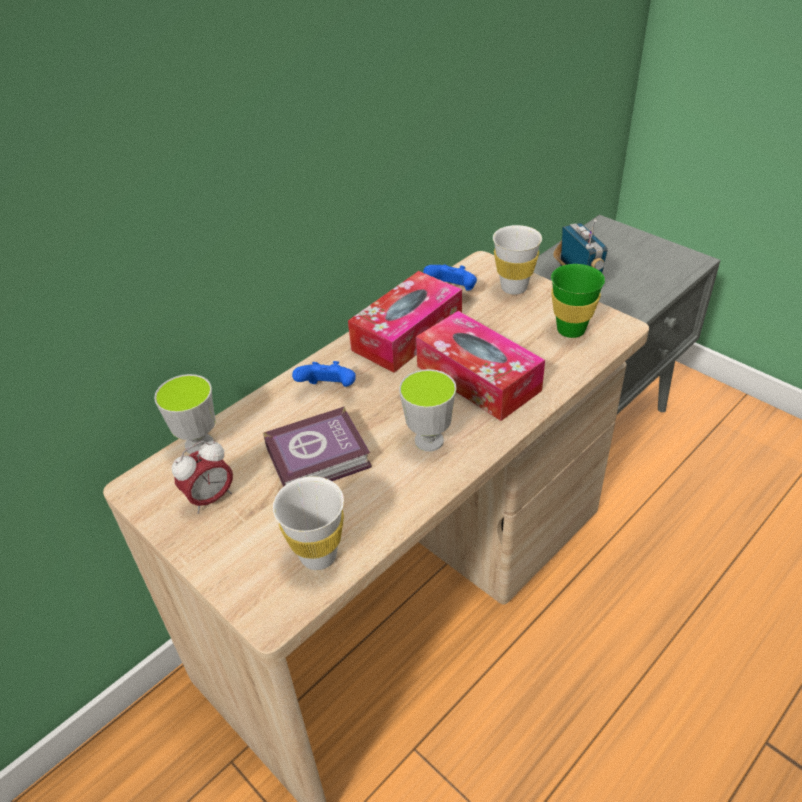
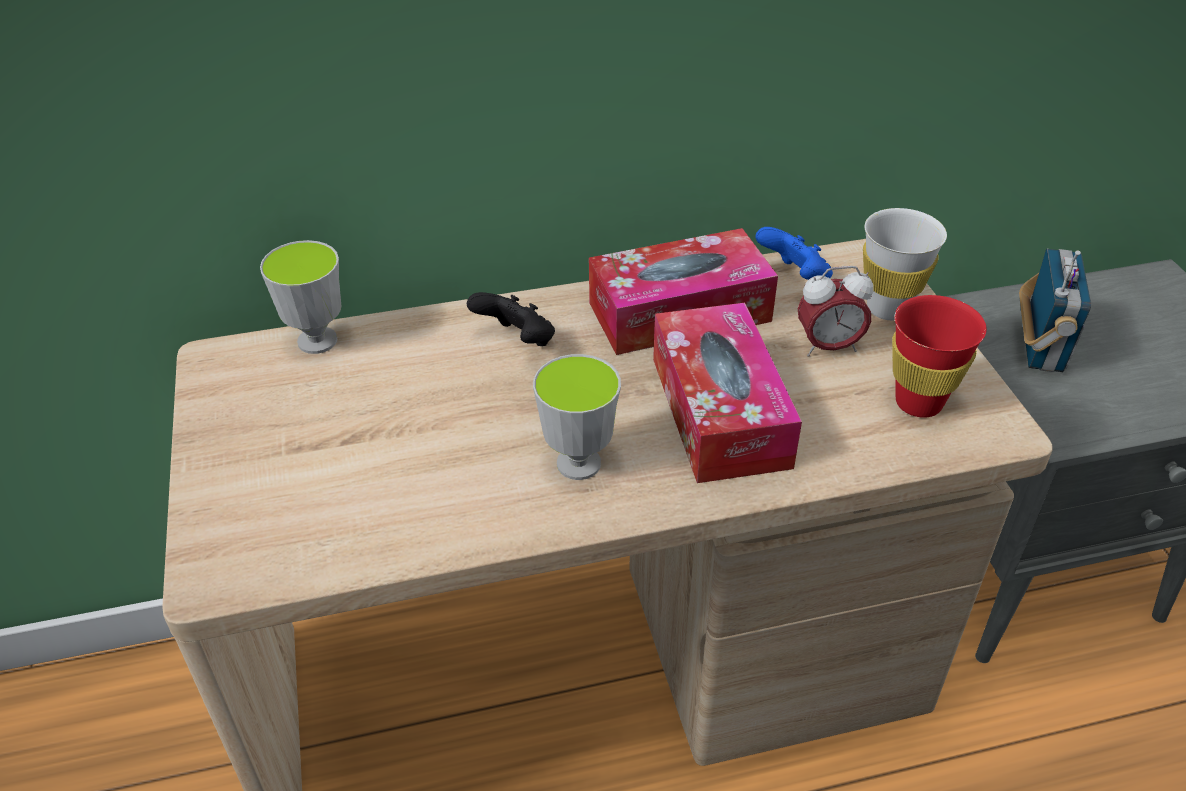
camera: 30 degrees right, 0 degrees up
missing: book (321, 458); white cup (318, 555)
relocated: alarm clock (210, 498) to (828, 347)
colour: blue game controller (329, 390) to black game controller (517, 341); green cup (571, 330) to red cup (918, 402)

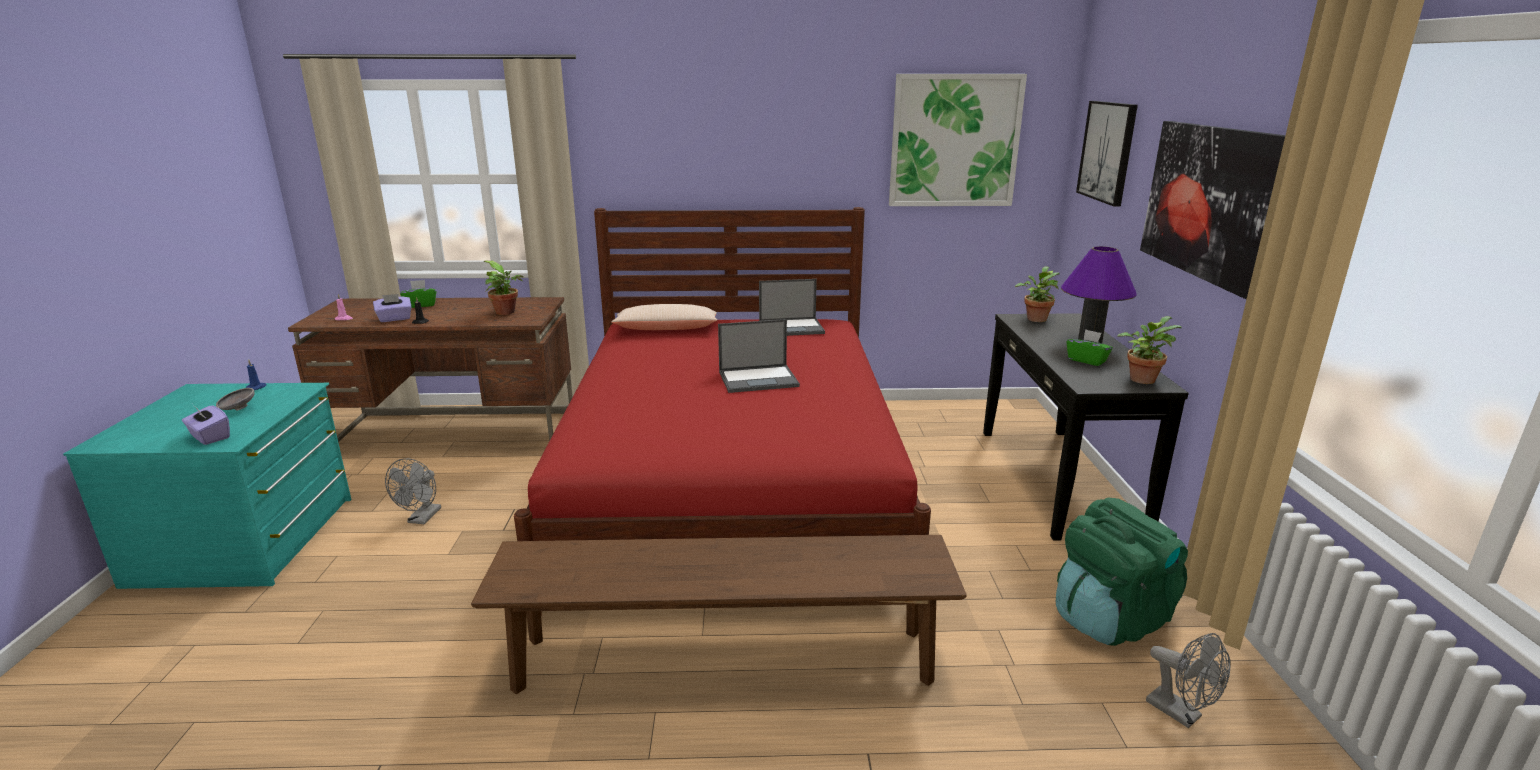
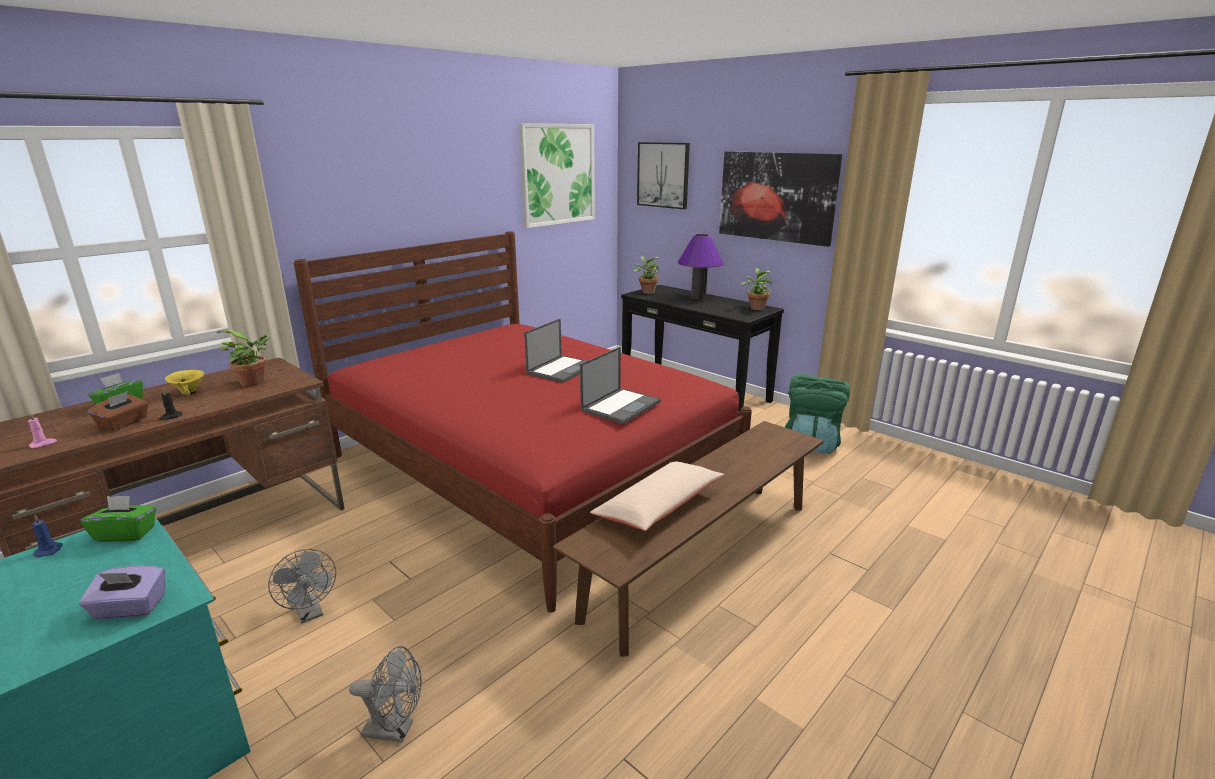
camera: 45 degrees left, 0 degrees up
missing: grey bowl (237, 409)
appeared: yellow bowl (189, 393)
relocated: beige pillow (666, 329) to (659, 506); laptop (792, 327) to (621, 405); green tissue box (1087, 360) to (126, 534); grey fan (1181, 714) to (395, 730)
colour: purple tissue box (395, 319) to brown tissue box (124, 423)

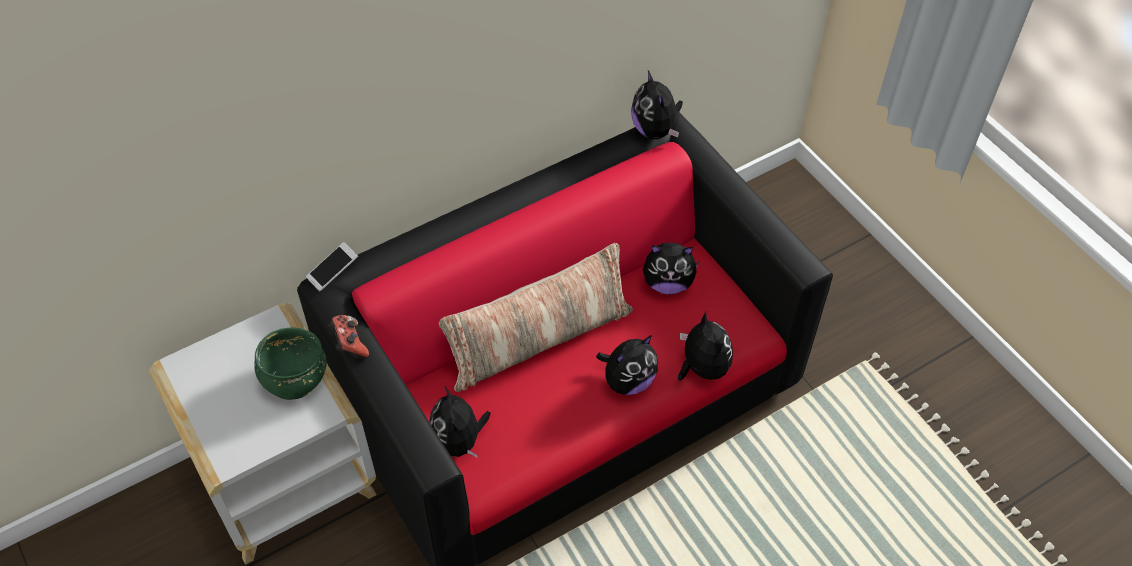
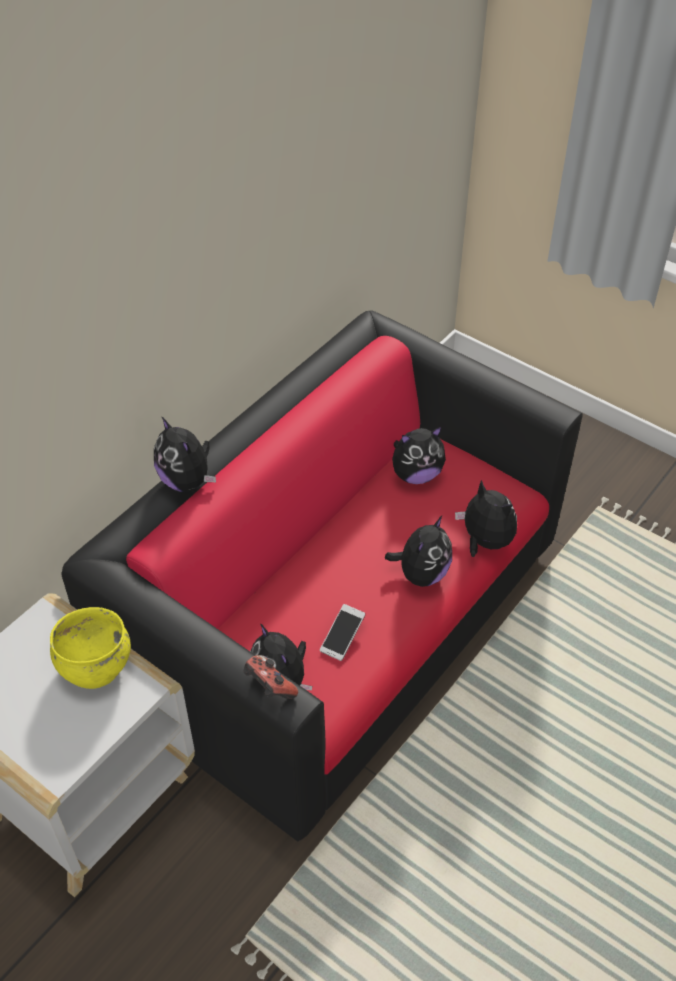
camera: 20 degrees left, 5 degrees down
missing: pillow (539, 340)
relocated: phone (333, 271) to (342, 637); game controller (349, 344) to (269, 687); plush toy (655, 130) to (187, 481)
colour: green bowl (295, 379) to yellow bowl (96, 666)

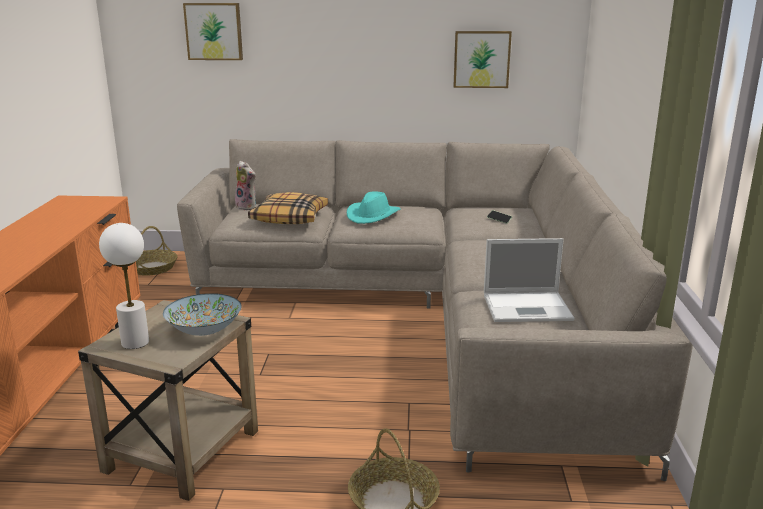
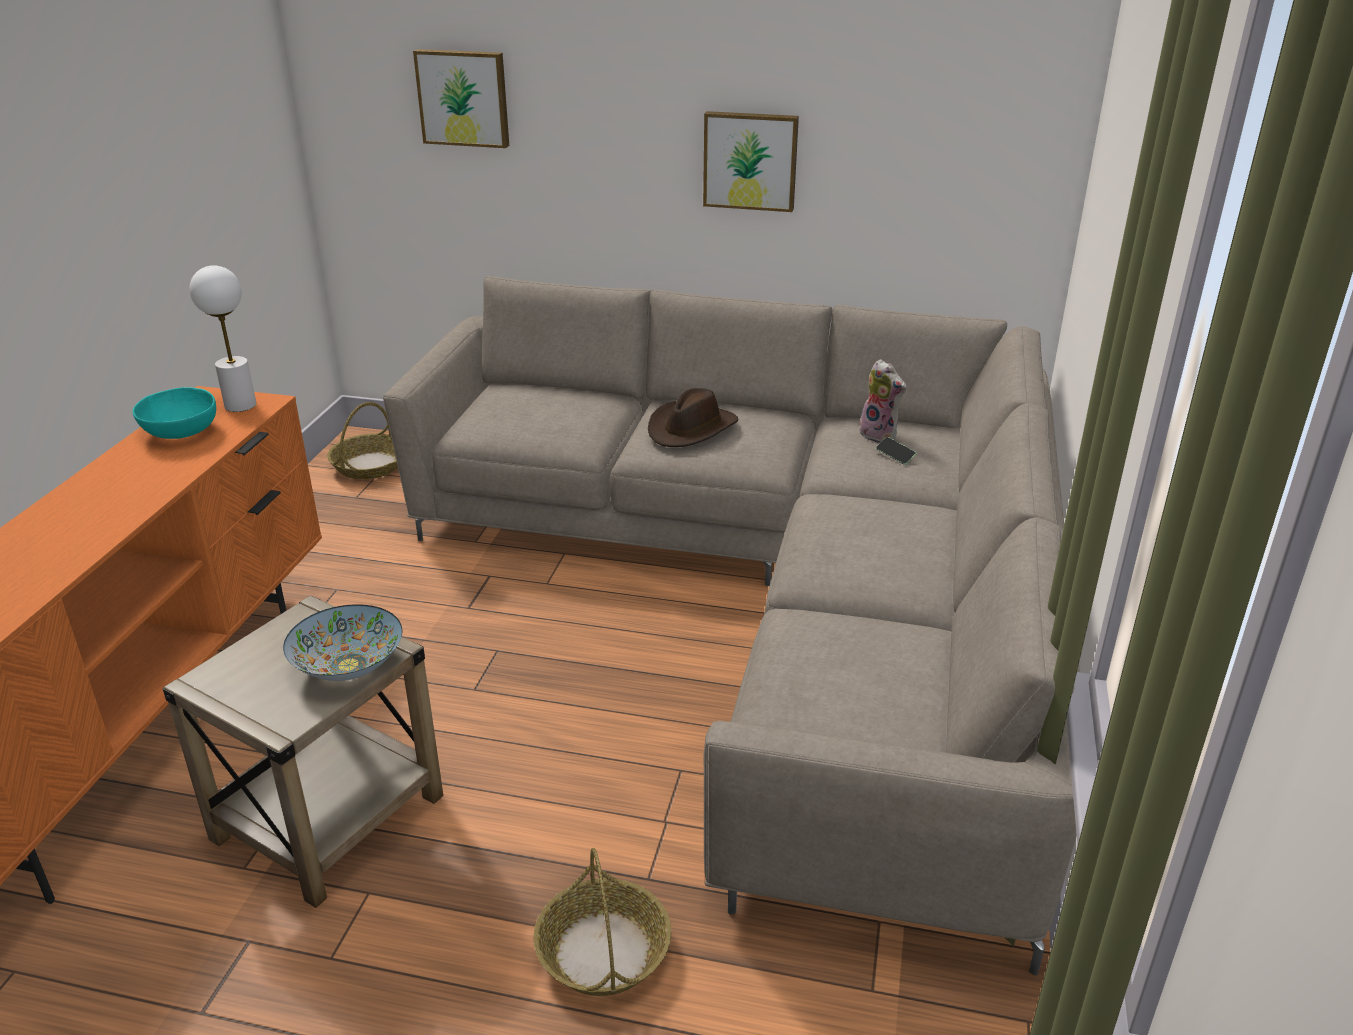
camera: 10 degrees right, 10 degrees up
missing: pillow (290, 218); laptop (528, 307)
appeared: turquoise bowl (179, 431)
relocated: white table lamp (135, 342) to (240, 405); plush toy (248, 207) to (880, 435); picture (481, 59) to (750, 160)
colour: turquoise hat (373, 215) to brown hat (692, 429)

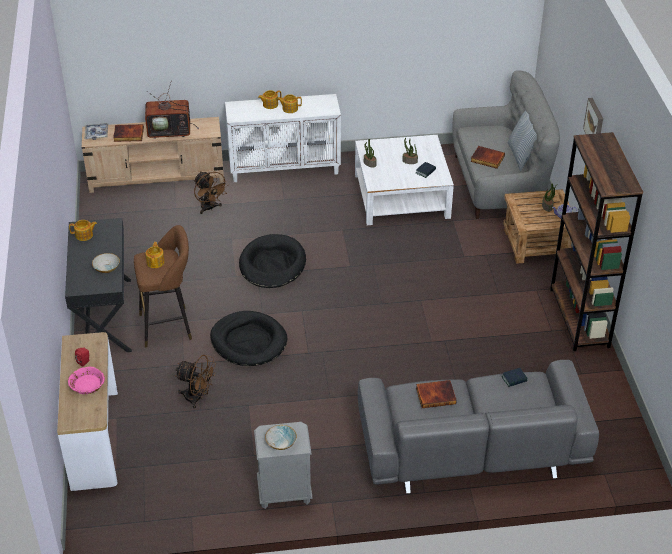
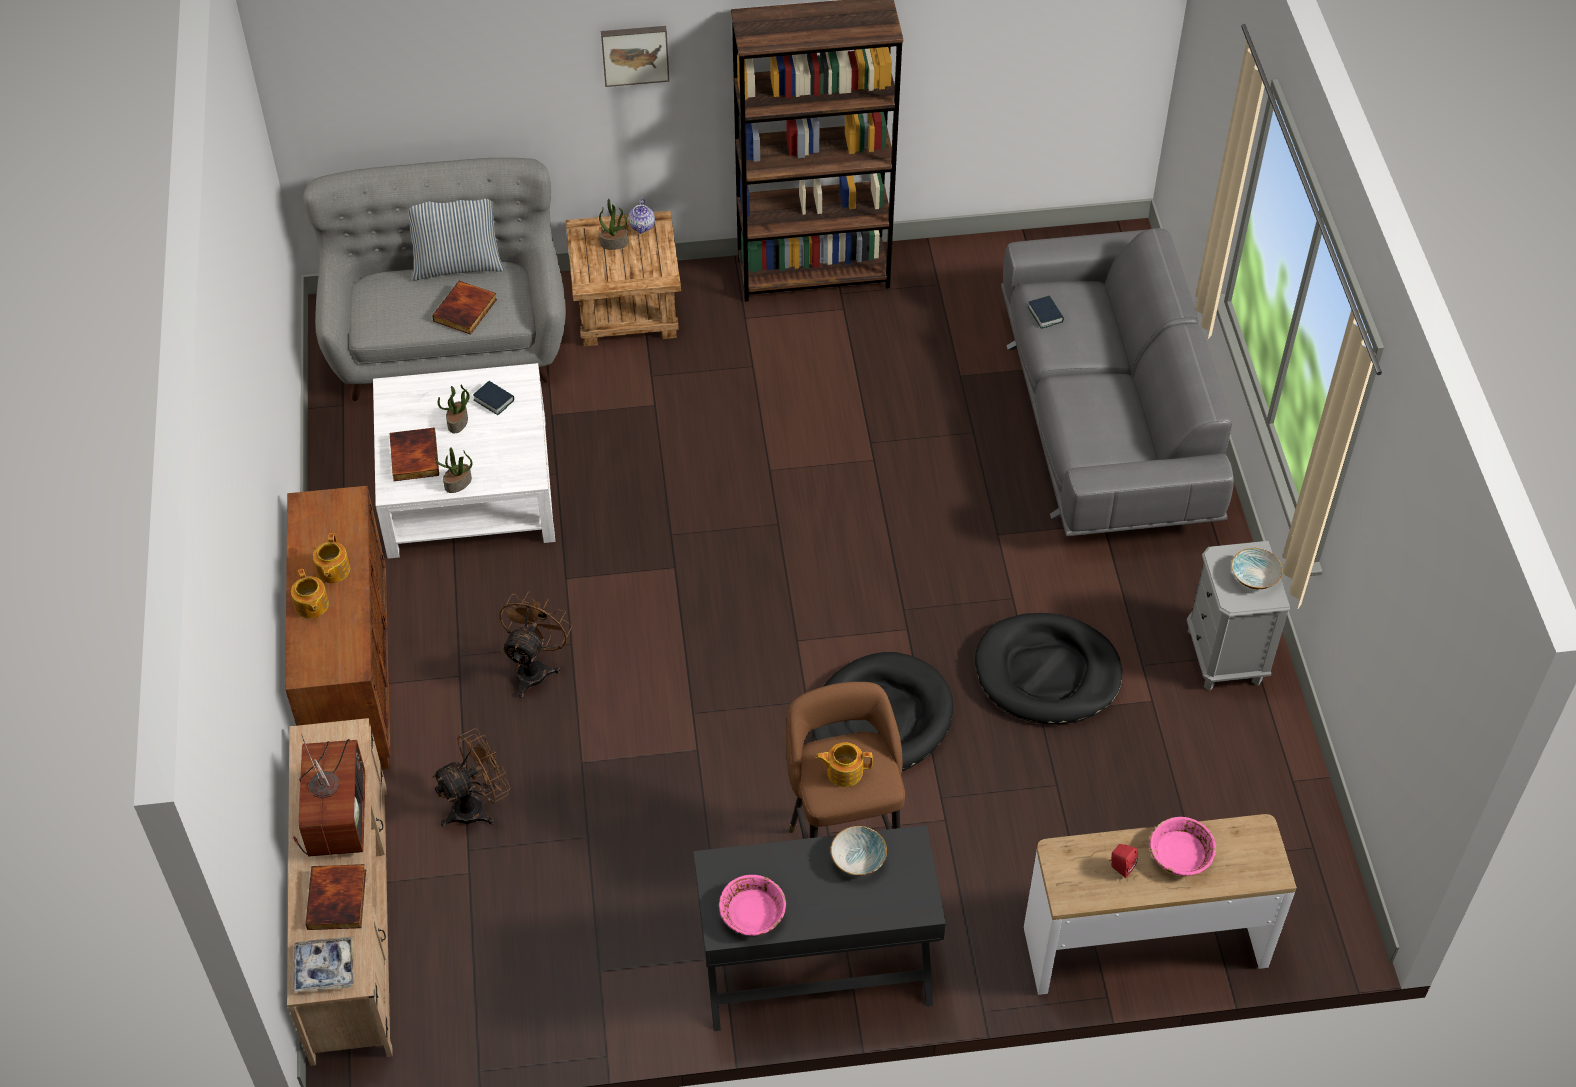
camera: 90 degrees left, 10 degrees up
relocated: brown fan (198, 397) to (535, 668); black dog bed (272, 264) to (1047, 673); book (436, 395) to (413, 457)
exchanged: teapot (84, 235) to pink bowl (752, 913)
colour: white cabinet (285, 168) to brown cabinet (351, 677)

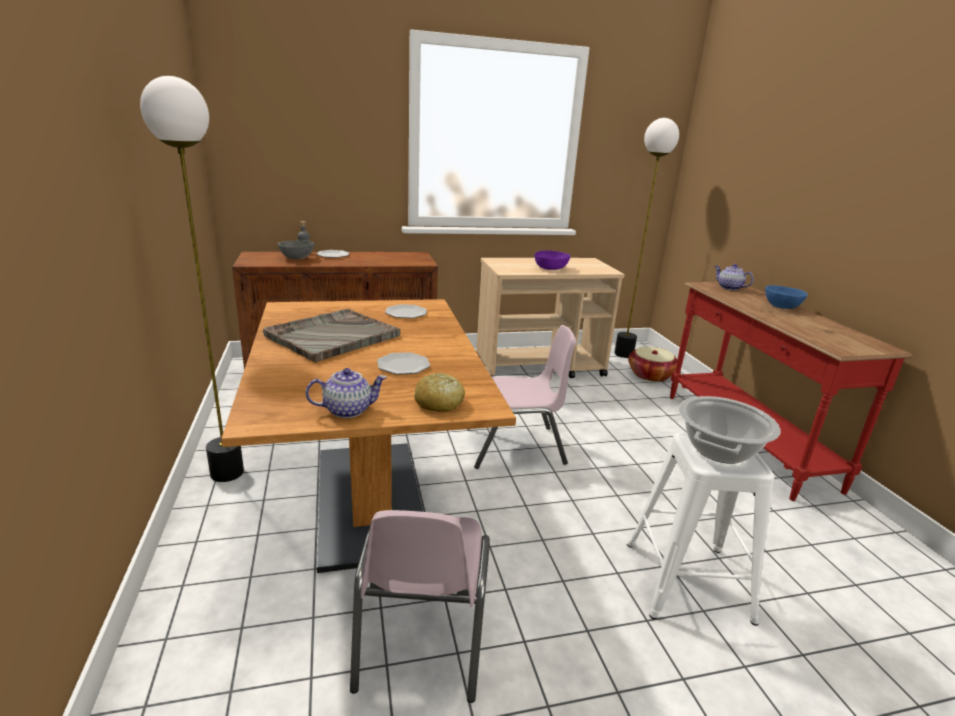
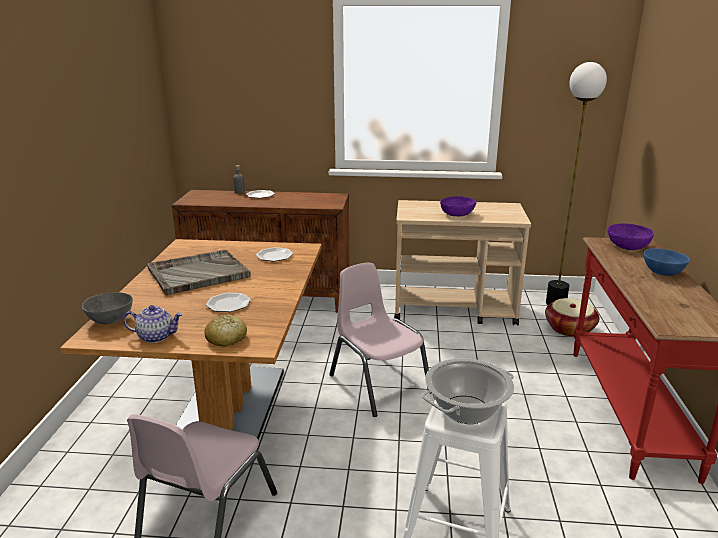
camera: 20 degrees right, 0 degrees up
missing: floor lamp (227, 472)
relocated: grey bowl (297, 258) to (111, 321)
exchanged: teapot (729, 288) to purple bowl (627, 246)
spun: pink chair (515, 446) = (378, 384) 135 degrees counterclockwise

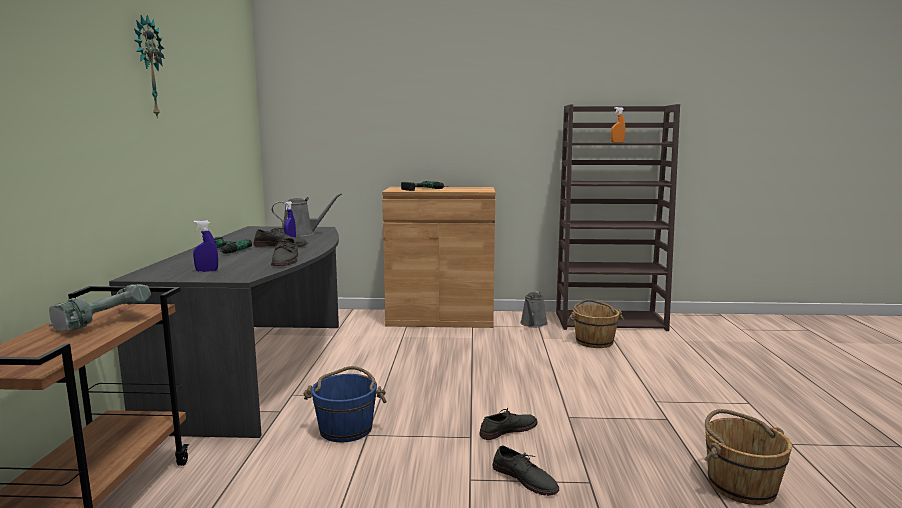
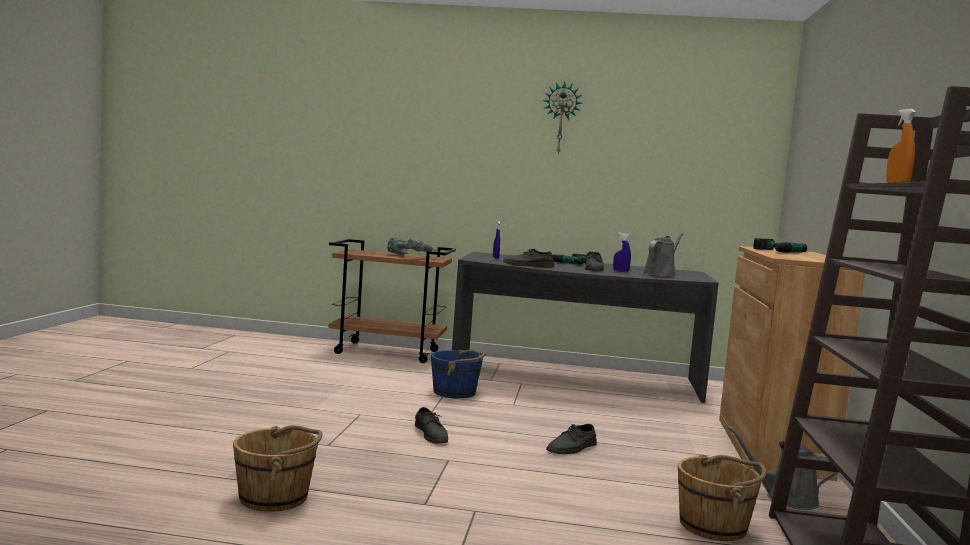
camera: 95 degrees right, 5 degrees down
relocated: grey shoe (525, 478) to (572, 448)
spun: grey watering can (302, 234) = (660, 274) 135 degrees counterclockwise

